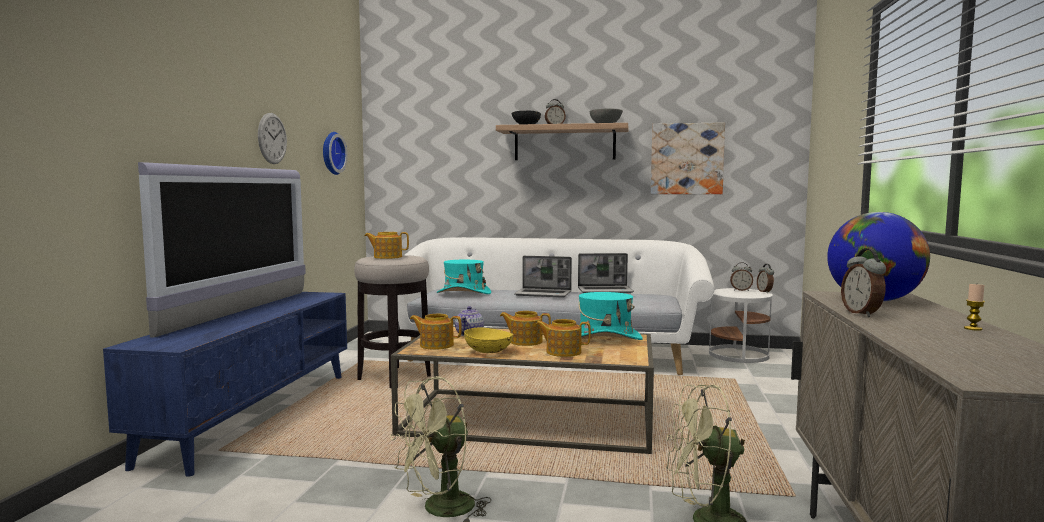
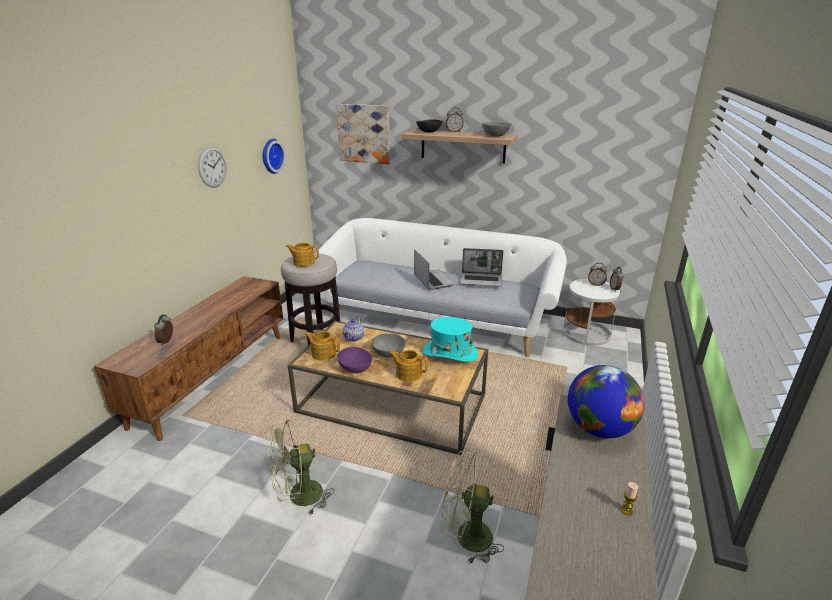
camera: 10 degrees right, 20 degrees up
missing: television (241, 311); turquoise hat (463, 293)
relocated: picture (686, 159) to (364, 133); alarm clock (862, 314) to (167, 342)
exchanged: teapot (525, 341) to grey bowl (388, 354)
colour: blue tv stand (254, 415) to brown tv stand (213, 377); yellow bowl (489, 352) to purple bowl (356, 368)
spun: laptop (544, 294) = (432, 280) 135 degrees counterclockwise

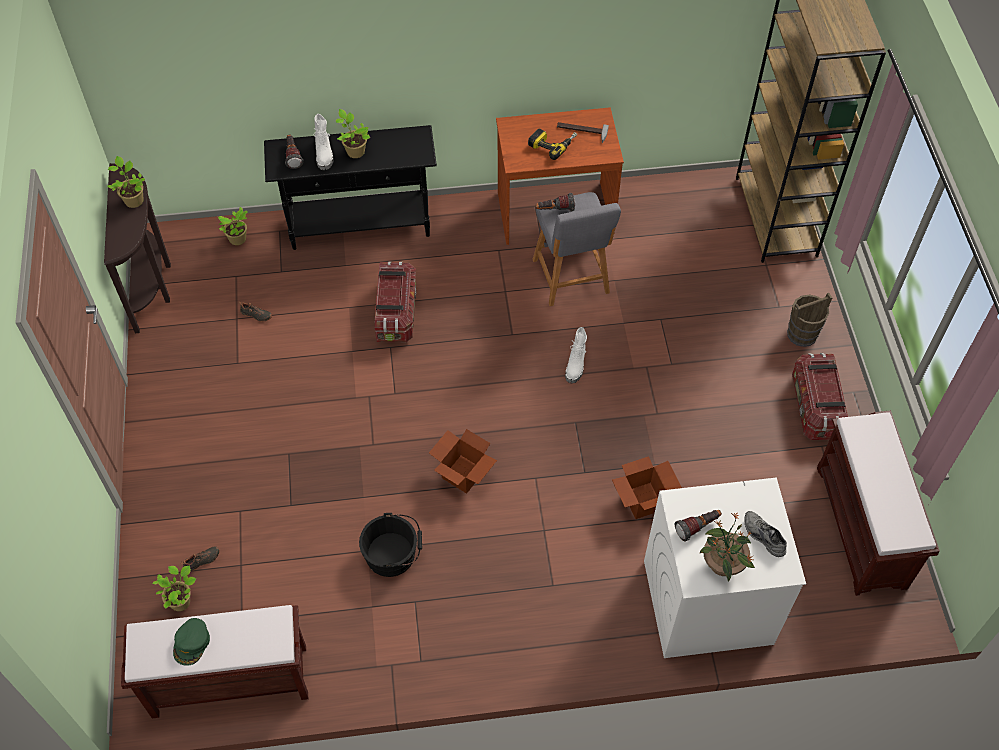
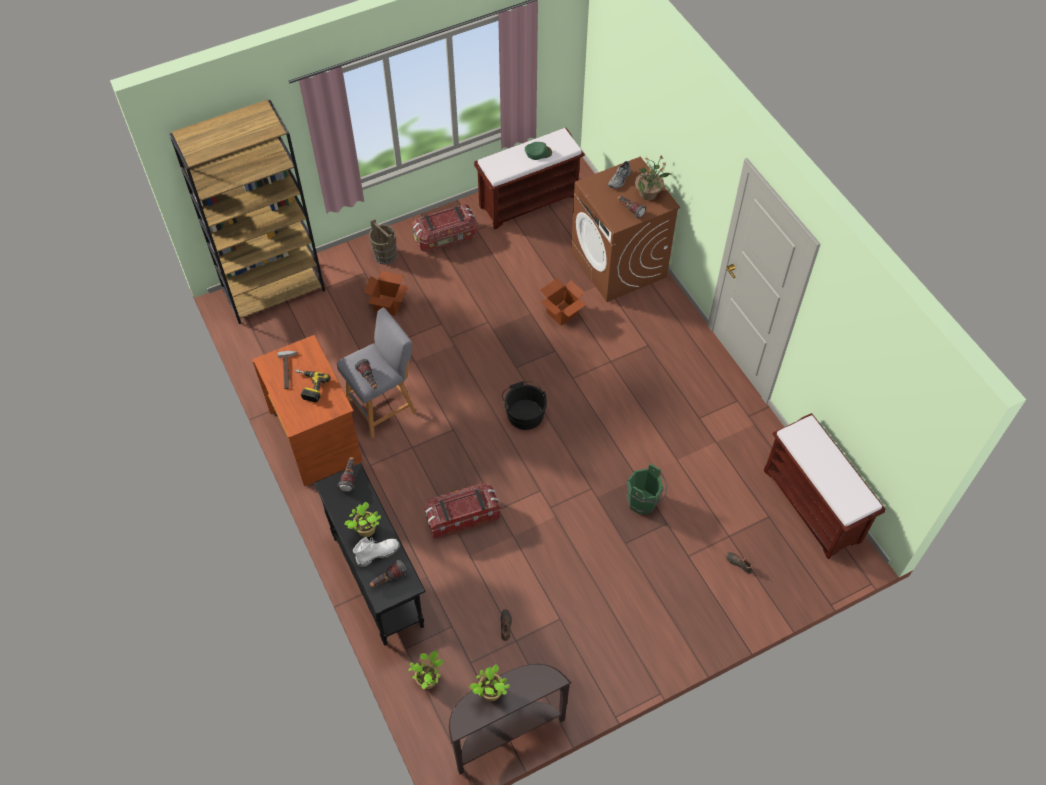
camera: 110 degrees left, 0 degrees up
missing: potted plant (181, 600); white boot (576, 365)
appeared: flashlight (349, 477); green bucket (644, 503)
relocated: green cap (192, 643) to (538, 152); black bucket (393, 554) to (524, 412); cardboard box (463, 474) to (388, 305)
colour: white washing machine (706, 602) to brown washing machine (619, 264)

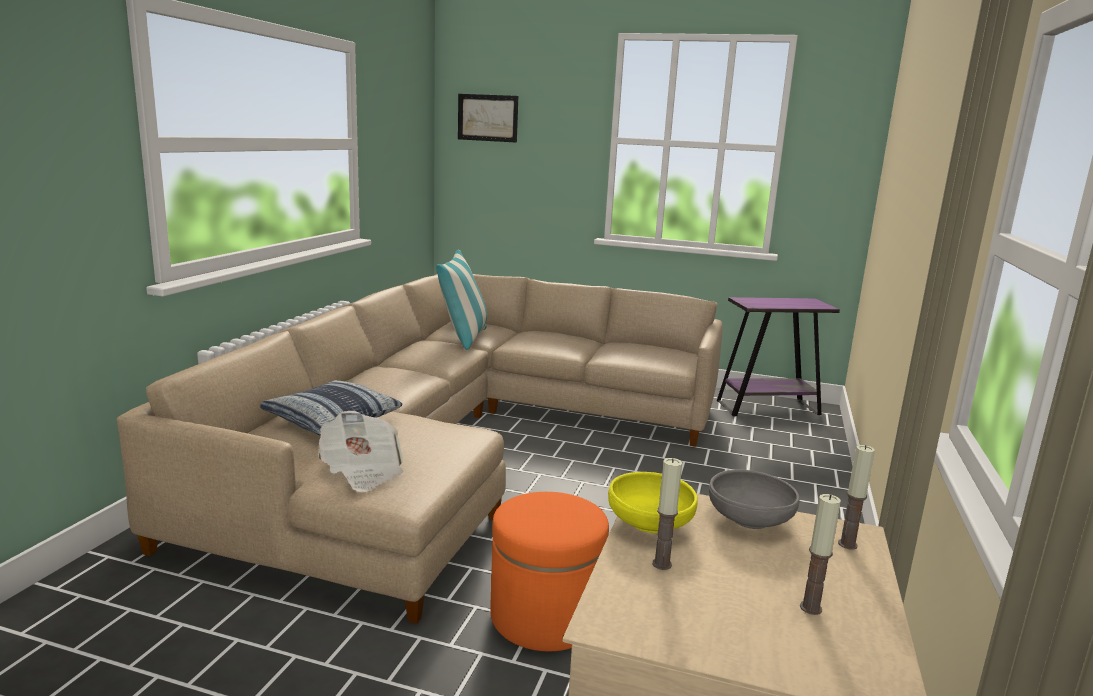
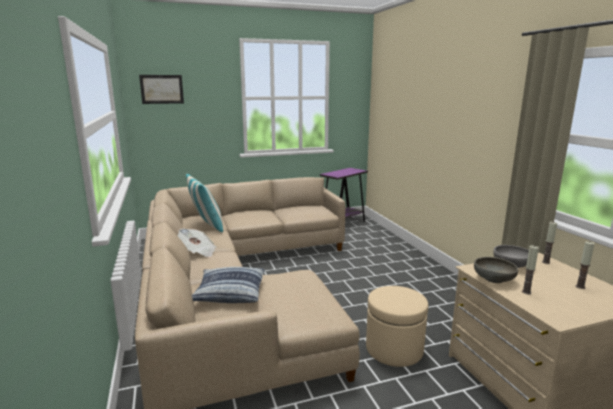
camera: 35 degrees left, 0 degrees up
relocated: newspaper (362, 472) to (198, 252)
colour: orange ottoman (545, 615) to beige ottoman (394, 349); yellow bowl (649, 523) to grey bowl (493, 279)

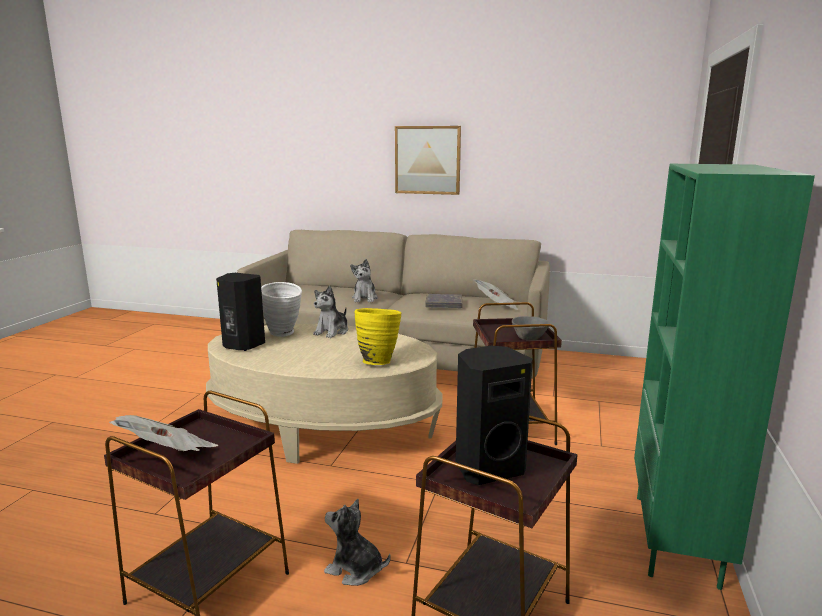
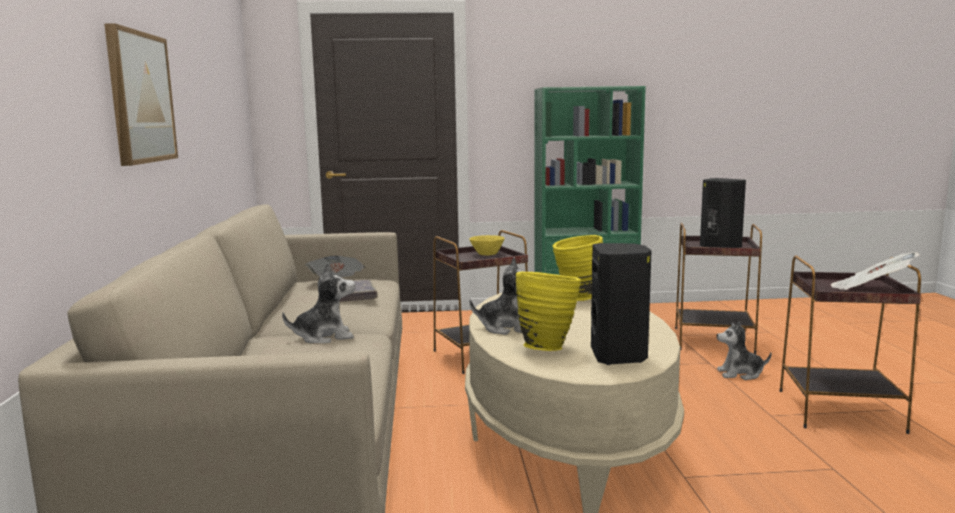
camera: 110 degrees left, 5 degrees down
colour: white vase (284, 334) to yellow vase (547, 347); grey bowl (530, 338) to yellow bowl (487, 254)
spun: plush toy (355, 569) = (740, 374) 90 degrees clockwise

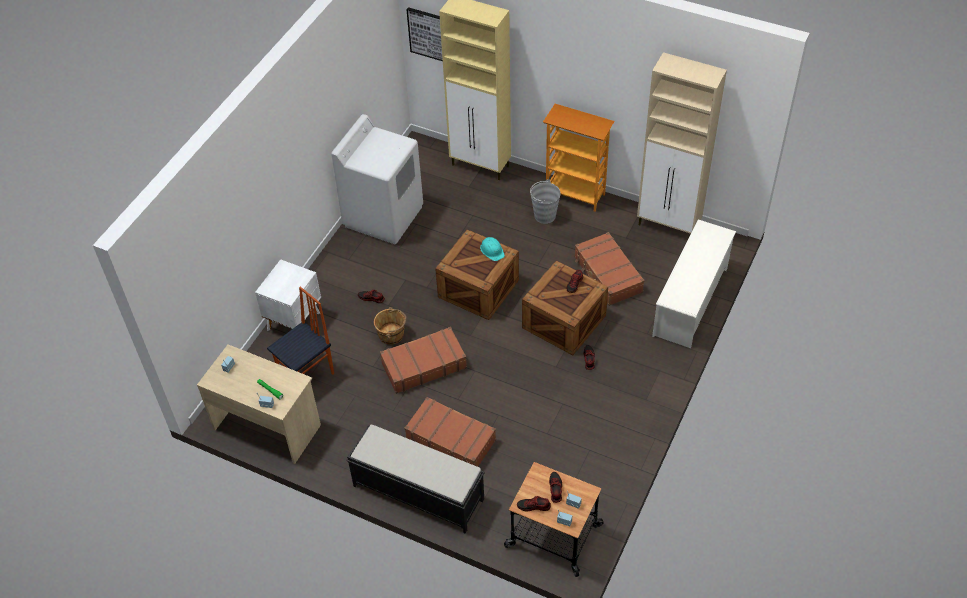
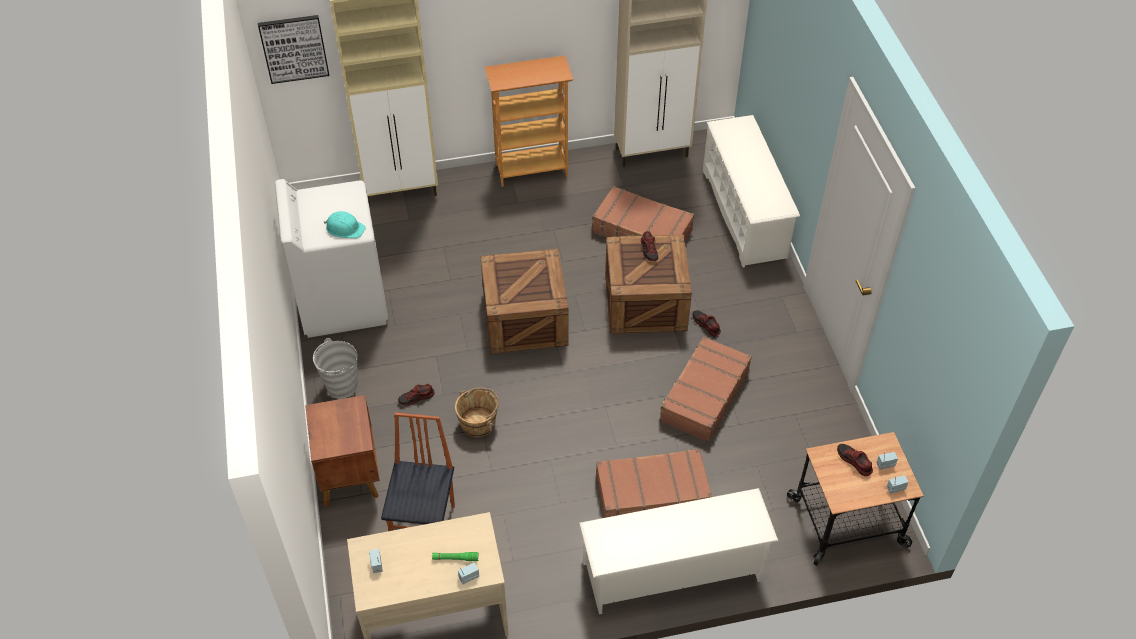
camera: 40 degrees left, 0 degrees up
missing: shoe (533, 506)
relocated: brown suitcase (423, 365) to (703, 396); turquoise hard hat (492, 250) to (345, 228); grey bucket (544, 216) to (341, 386)
exchanged: black bench (417, 492) to white shoe rack (672, 572)
colour: white nightstand (295, 321) to brown nightstand (349, 476)

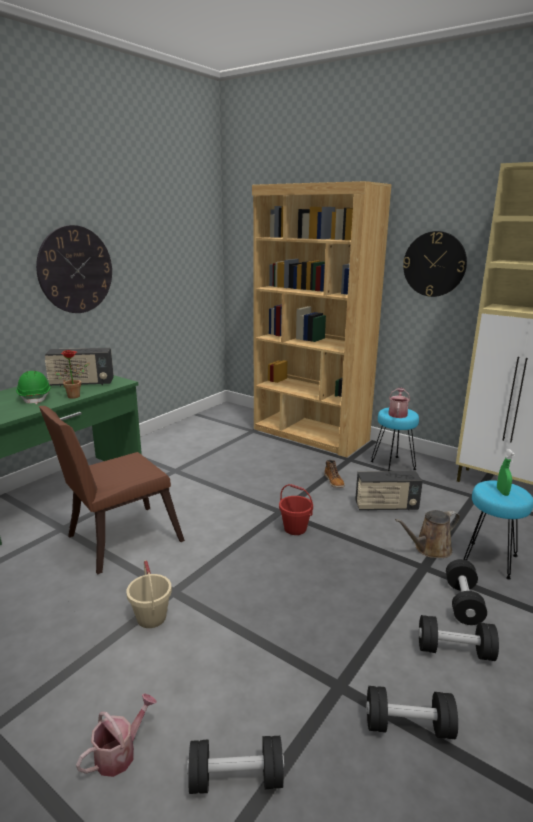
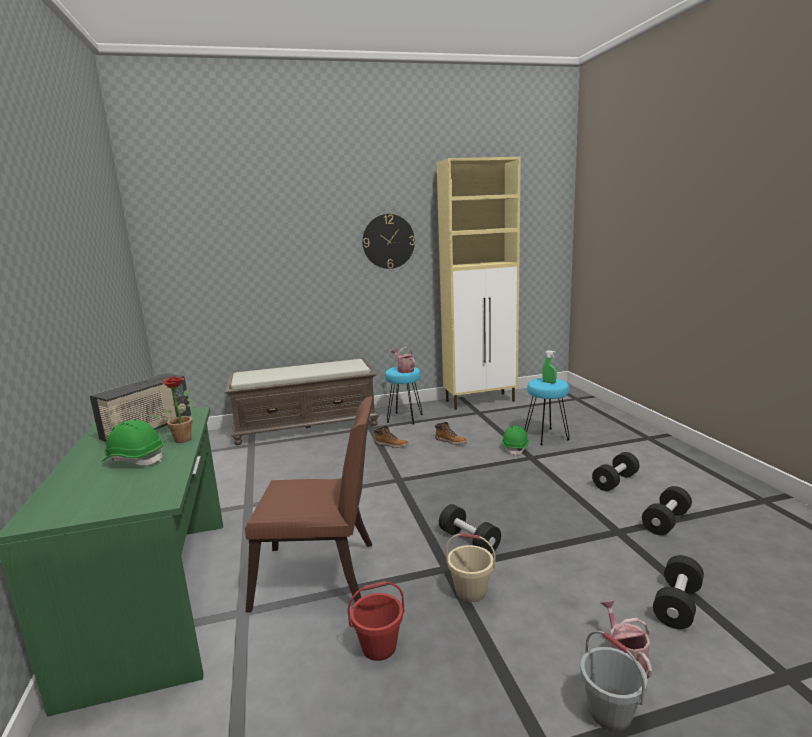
camera: 50 degrees left, 5 degrees down
missing: wall clock (75, 270)
appeared: grey bucket (610, 712)
relocated: red bucket (295, 528) to (379, 646); black dumbbell (463, 602) to (469, 541)
exchanged: brown bookcase (310, 435) to brown bench (307, 426); radio (386, 506) to boot (451, 441); brown watering can (430, 549) to green hard hat (515, 448)
spun: brown chair (117, 540) = (323, 577) 90 degrees counterclockwise

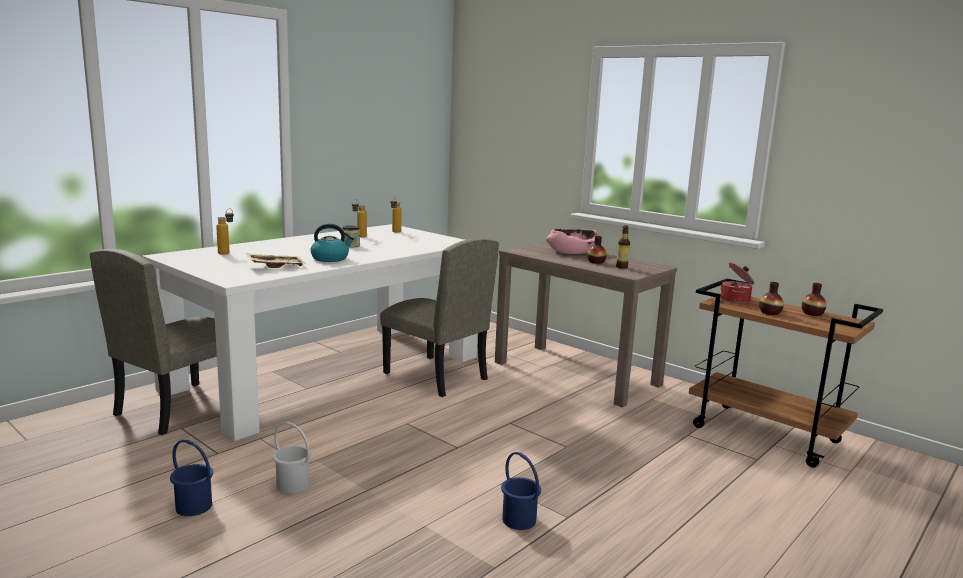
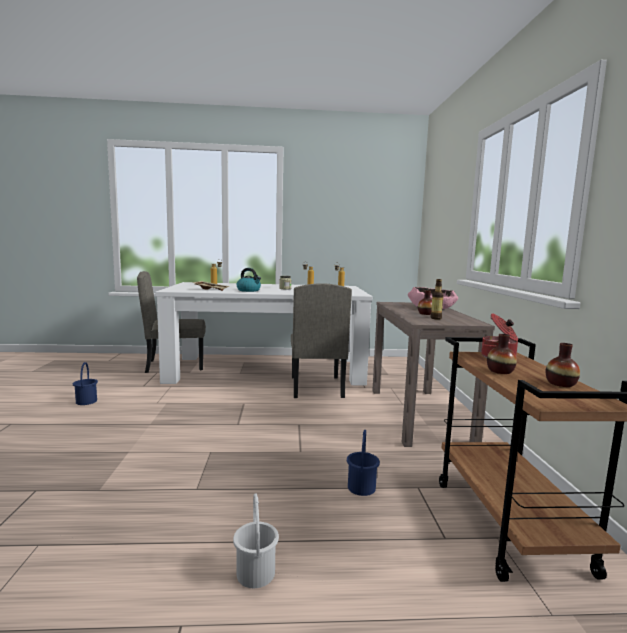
camera: 45 degrees right, 5 degrees down
relocated: white bucket (293, 484) to (256, 572); blue bucket (519, 519) to (362, 487)

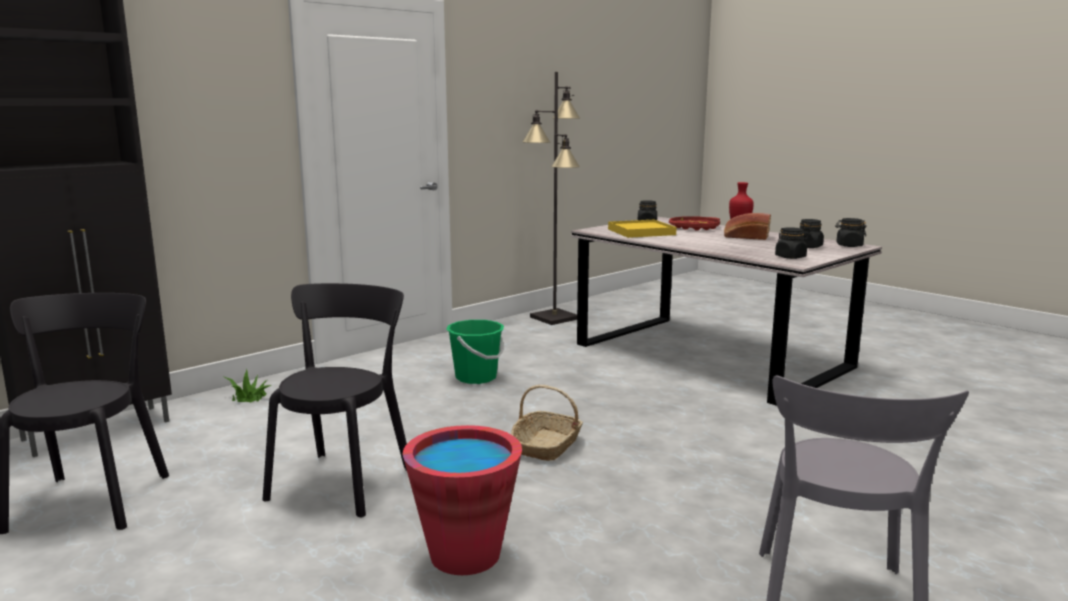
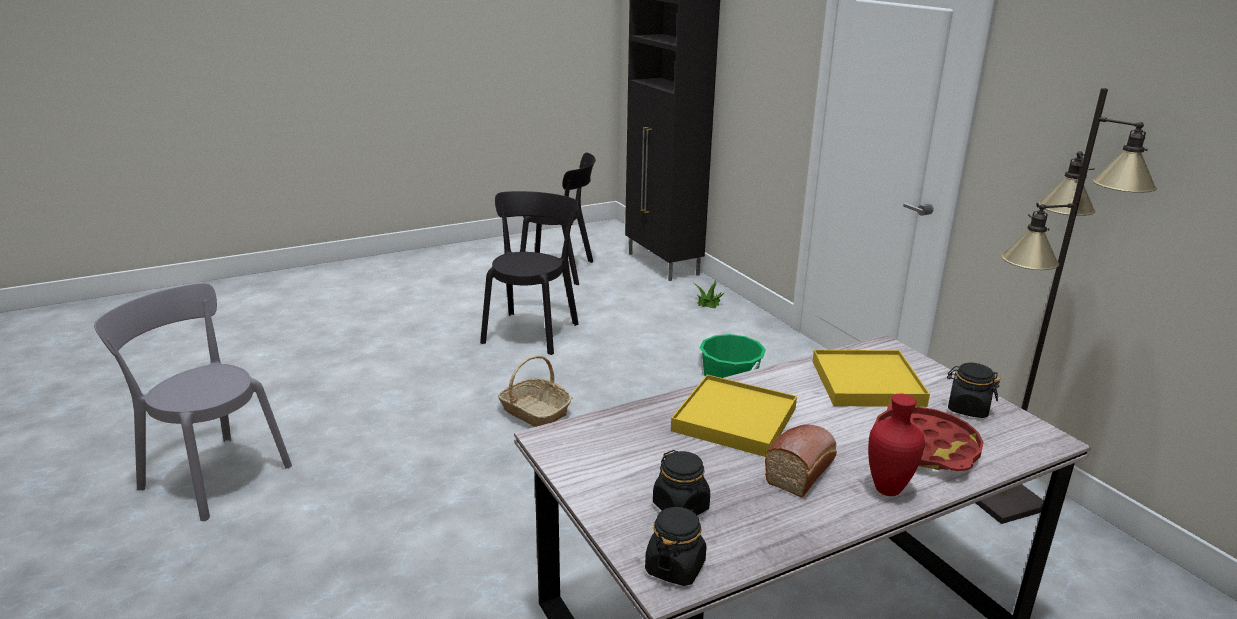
camera: 105 degrees right, 10 degrees up
missing: red bucket (465, 555); black jar (790, 257)
appeared: yellow tray (734, 419)
spun: black chair (344, 480) = (532, 331) 105 degrees counterclockwise

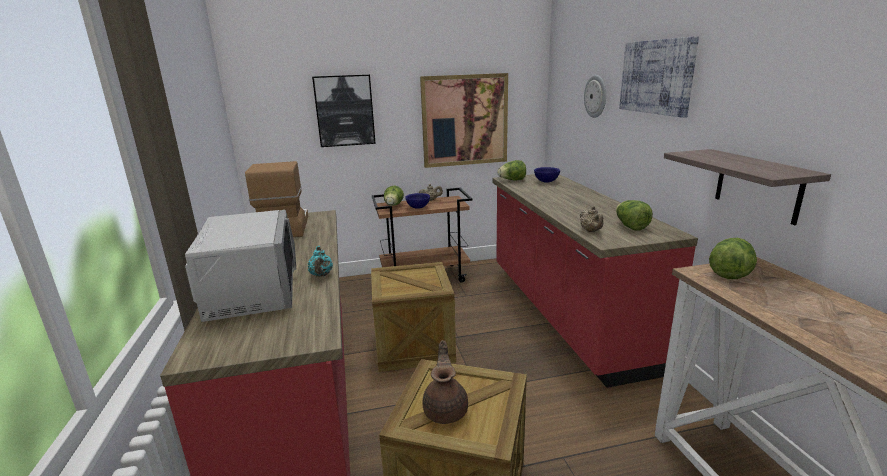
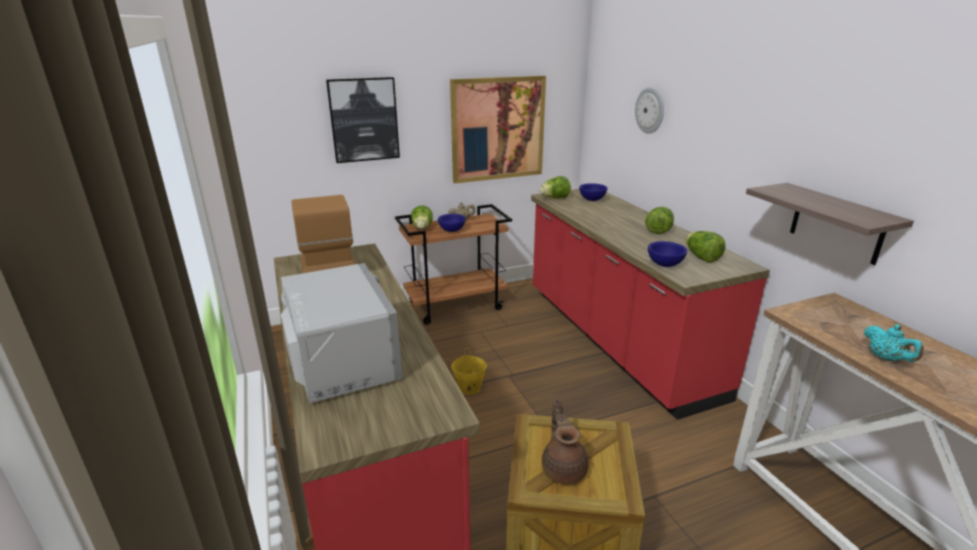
camera: 10 degrees left, 5 degrees up
missing: picture (656, 77)
relocated: turquoise teapot (321, 275) to (886, 358); lettuce (729, 273) to (658, 230)
exchanged: crate (414, 345) to yellow bucket (469, 388); beige teapot (591, 231) to blue bowl (665, 265)

